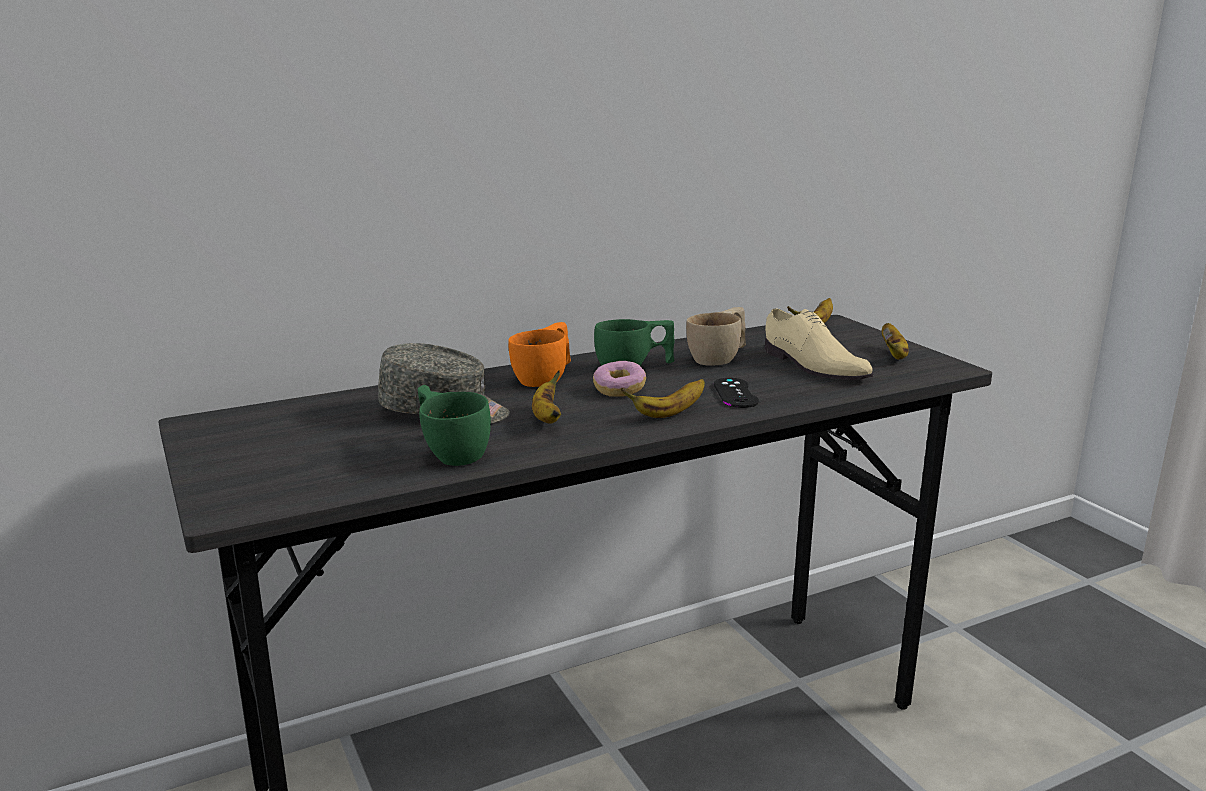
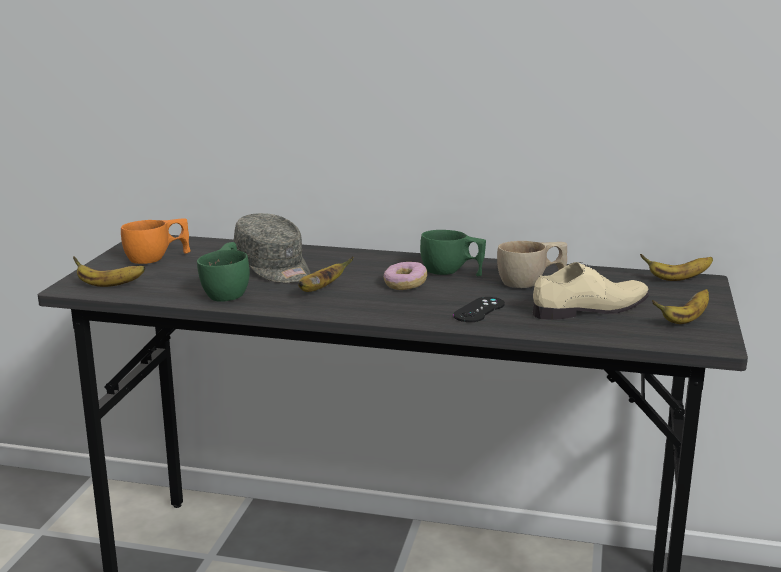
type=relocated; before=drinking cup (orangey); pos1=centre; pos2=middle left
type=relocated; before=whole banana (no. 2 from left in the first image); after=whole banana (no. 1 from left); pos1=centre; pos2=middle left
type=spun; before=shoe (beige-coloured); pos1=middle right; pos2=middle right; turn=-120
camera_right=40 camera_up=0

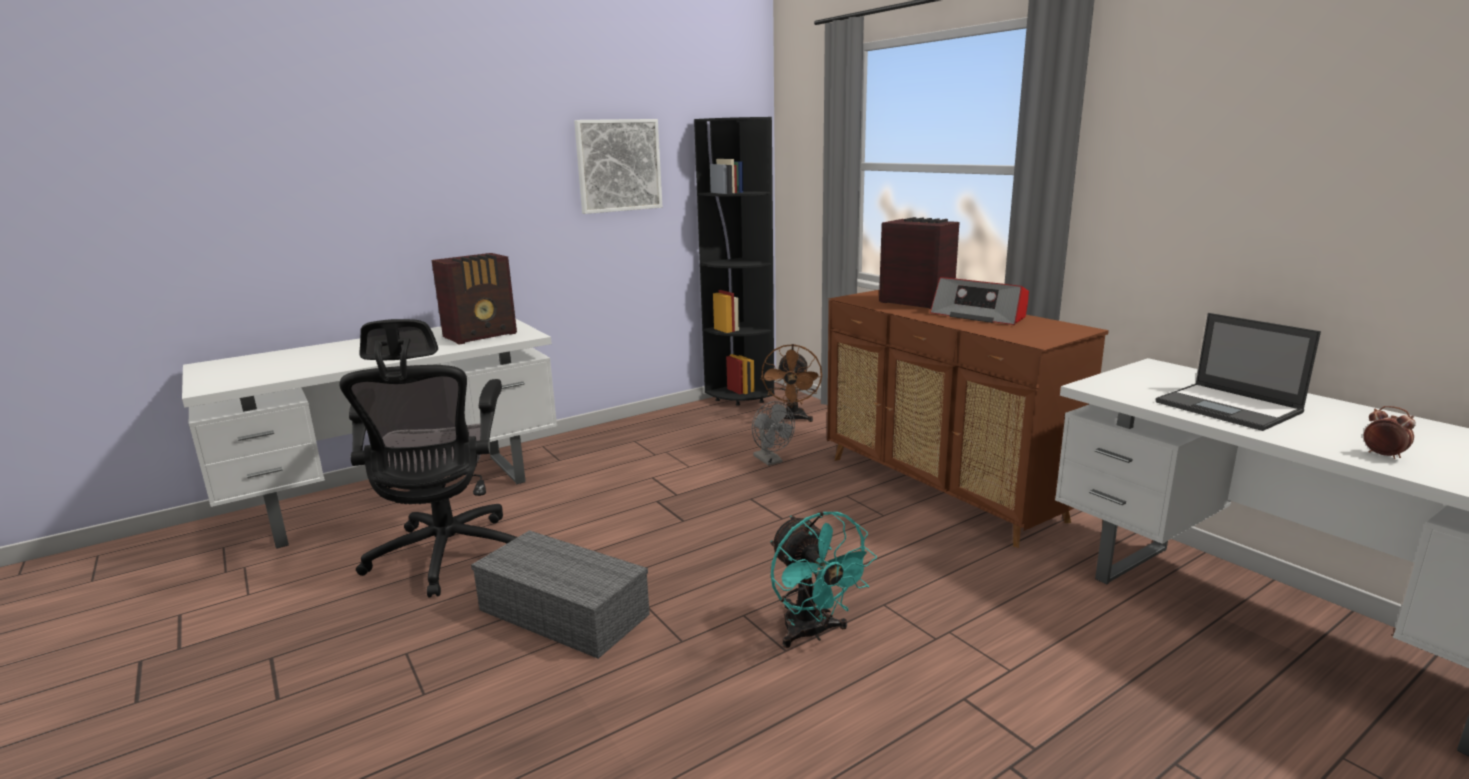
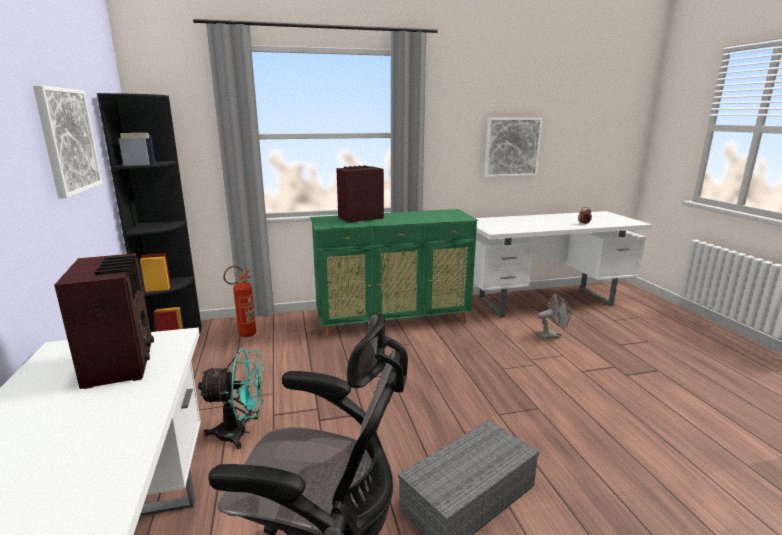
type=missing; before=radio receiver (no. 3 from left); pos1=centre
type=missing; before=notebook computer; pos1=middle right
type=appeared; after=wall art (no. 2 from left); pos2=top centre
type=relocated; before=fan (greyish); pos1=centre; pos2=middle right
type=relocated; before=fan (blue-green); pos1=bottom centre; pos2=bottom left
type=exchanged; before=fan (brown-coloured); after=fire extinguisher; pos1=centre; pos2=middle left
type=colour; before=cupboard (brown-coloured); after=cupboard (green-coloured); pos1=centre; pos2=centre
camera_right=-70 camera_up=0

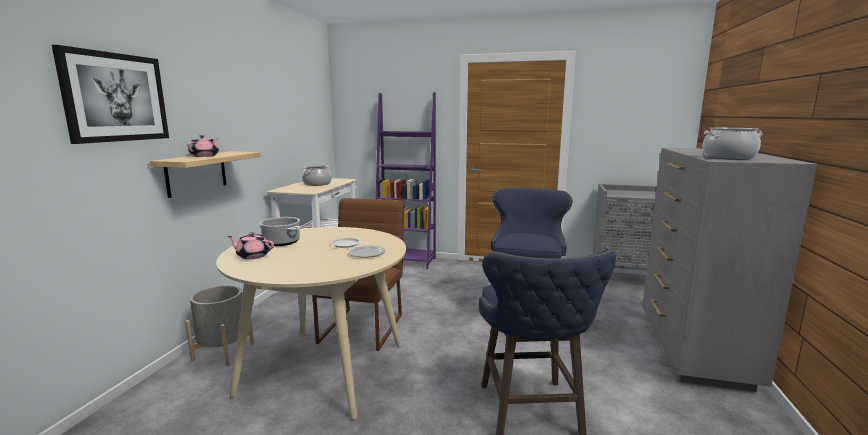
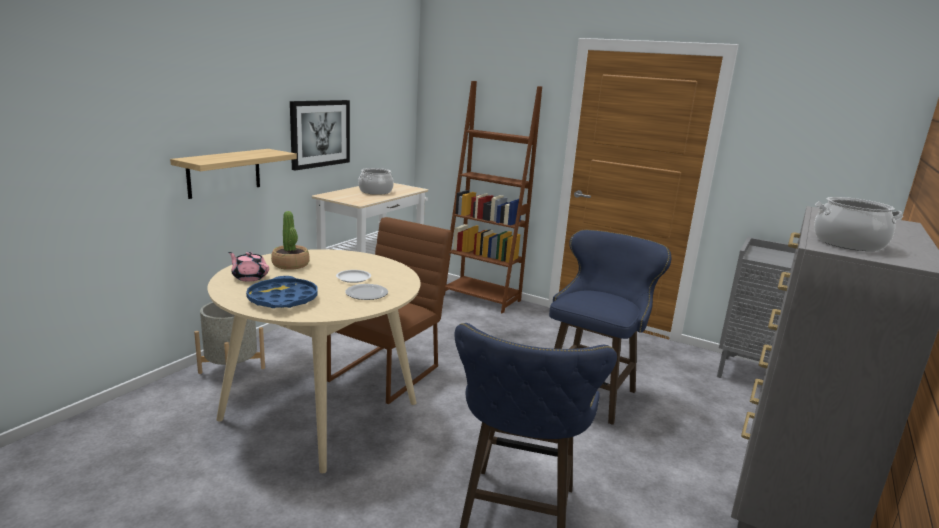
type=missing; before=teapot (pink) (no. 1 from left); pos1=middle left
type=appeared; after=carrying tray (bluish); pos2=middle left
type=relocated; before=wall art; pos1=top left; pos2=top centre
type=exchanged; before=stockpot (no. 1 from left); after=plant in a pot; pos1=middle left; pos2=middle left
type=colour; before=shelving unit (purplish); after=shelving unit (brown-coloured); pos1=centre; pos2=centre
camera_right=15 camera_up=5

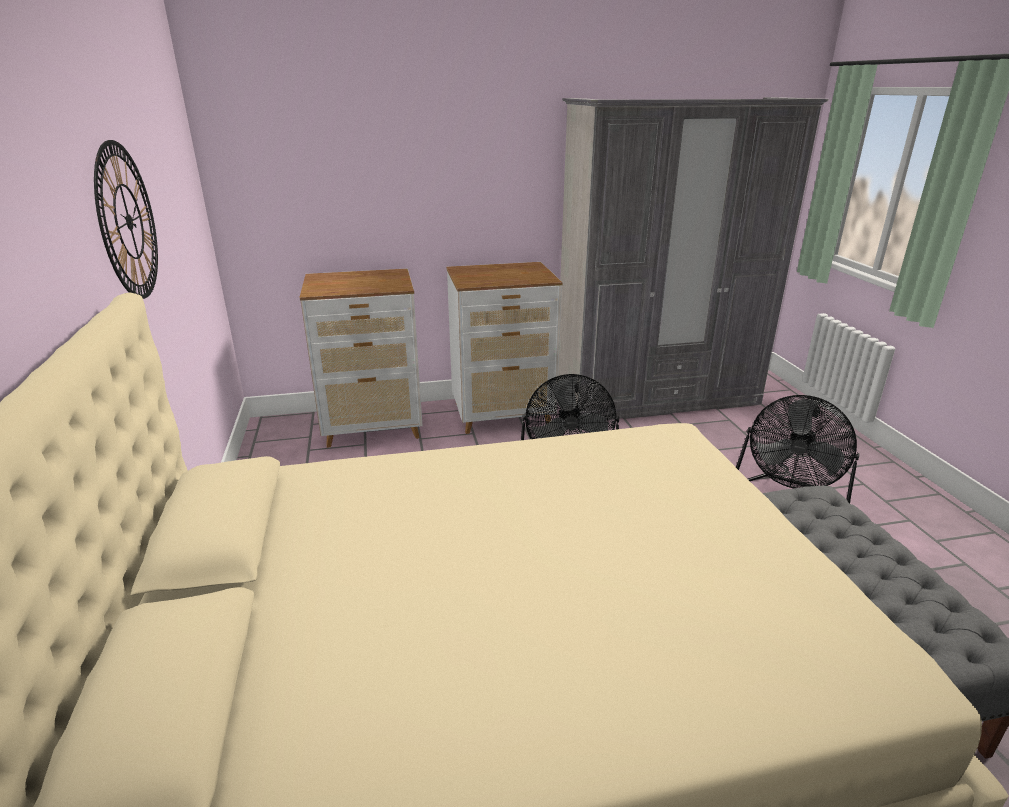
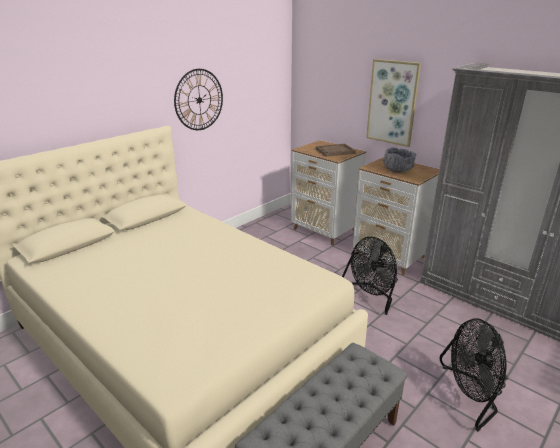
type=appeared; after=carrying tray (brown-coloured); pos2=centre
type=appeared; after=wall art; pos2=top right
type=appeared; after=deep dish (greyish); pos2=middle right
camera_right=55 camera_up=0

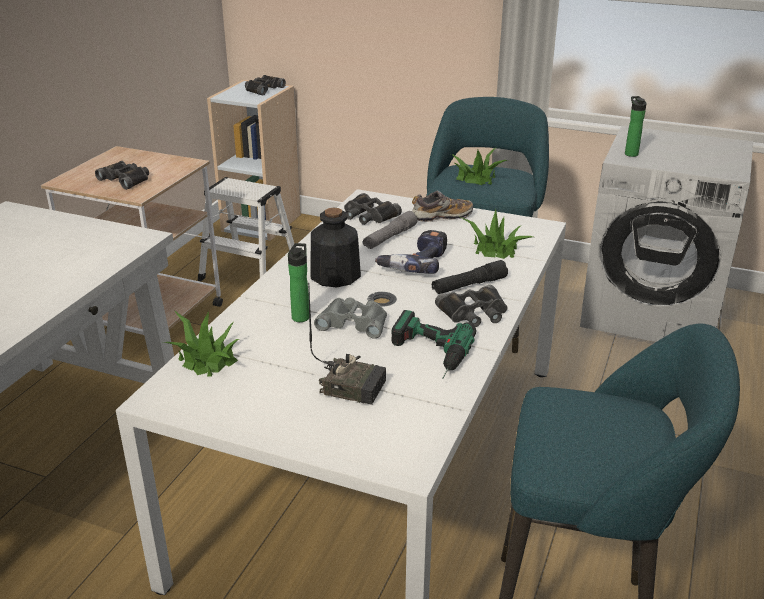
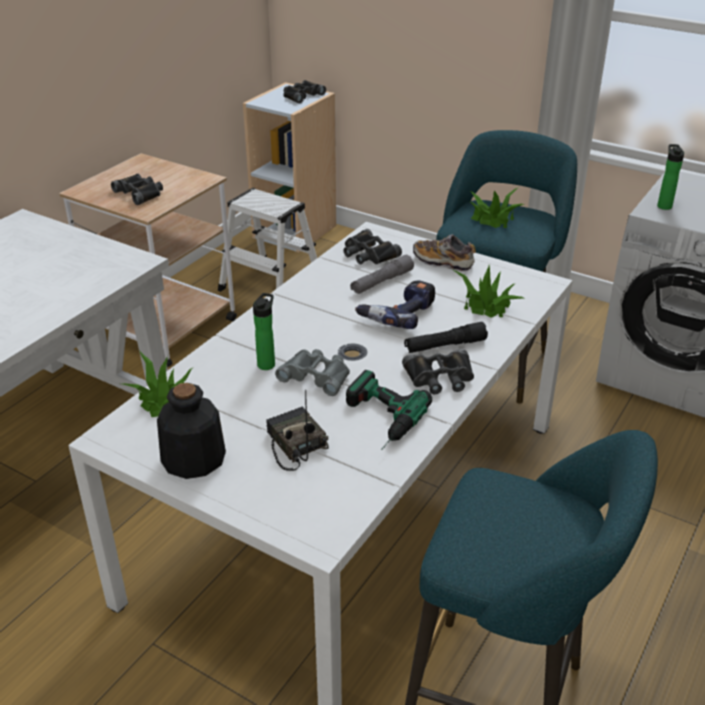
type=relocated; before=bottle (no. 2 from left in the first image); after=bottle (no. 1 from left); pos1=centre; pos2=middle left
type=spun; before=radio receiver; pos1=centre; pos2=centre; turn=-150
type=spun; before=shoe; pos1=centre; pos2=centre; turn=-150
camera_right=10 camera_up=5

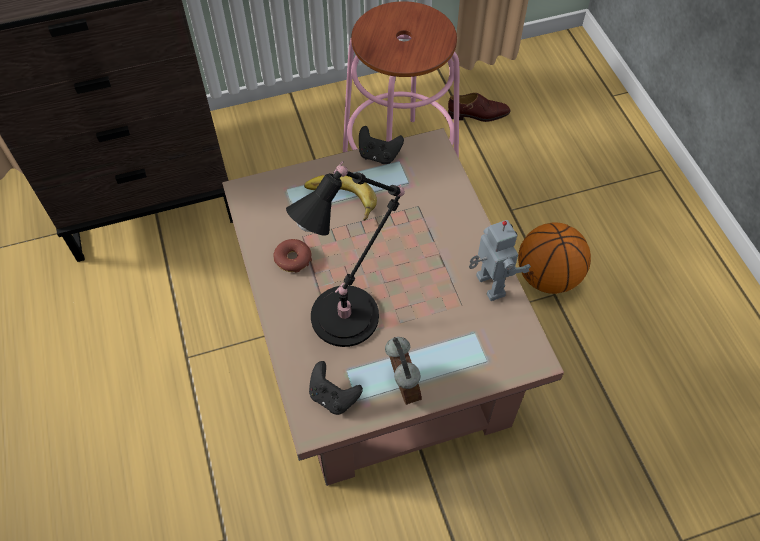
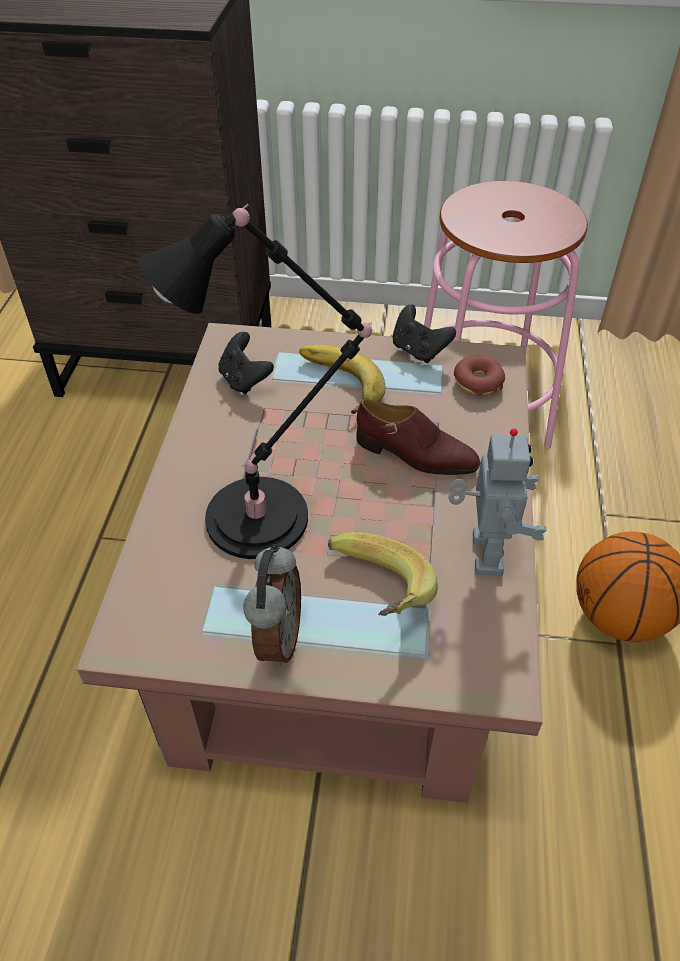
type=appeared; after=whole banana (no. 2 from left); pos2=centre
type=relocated; before=donut; pos1=centre; pos2=middle right
type=relocated; before=gamepad (blackish) (no. 1 from left); pos1=bottom centre; pos2=centre
type=relocated; before=shoe (brown-coloured); pos1=top centre; pos2=centre
camera_right=25 camera_up=-10

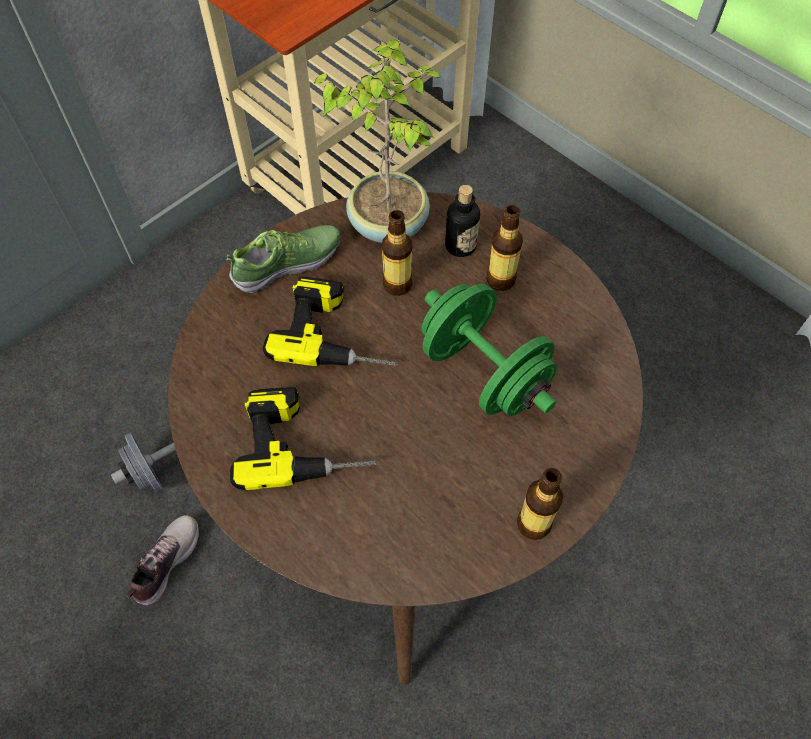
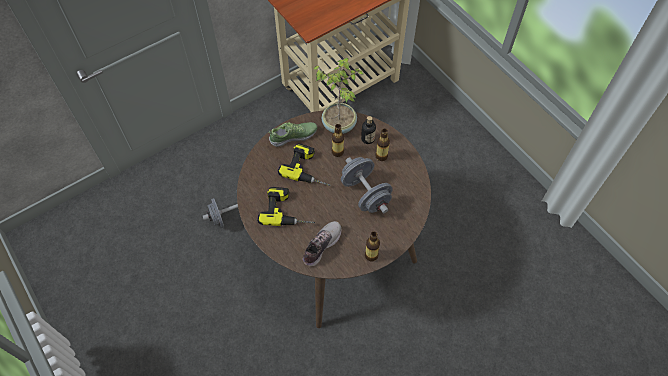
type=relocated; before=shoe (no. 1 from left in the first image); after=shoe (no. 2 from left); pos1=bottom left; pos2=centre
type=colour; before=free weight (green-coloured); after=free weight (greyish) (no. 2 from left); pos1=centre; pos2=centre
camera_right=10 camera_up=0

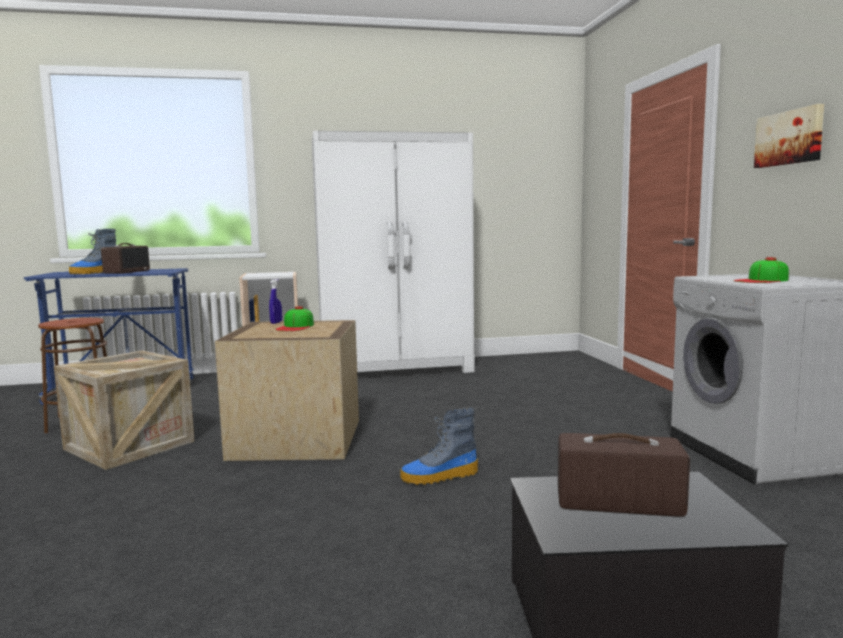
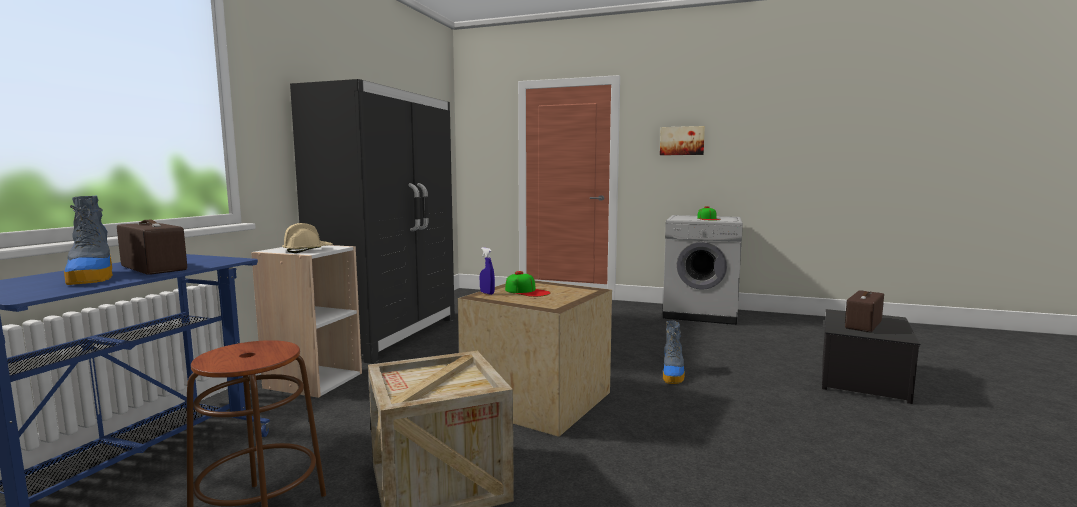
type=appeared; after=hard hat (beige-coloured); pos2=middle left
type=colour; before=cupboard (white-coloured); after=cupboard (blackish); pos1=centre; pos2=centre
camera_right=-60 camera_up=0

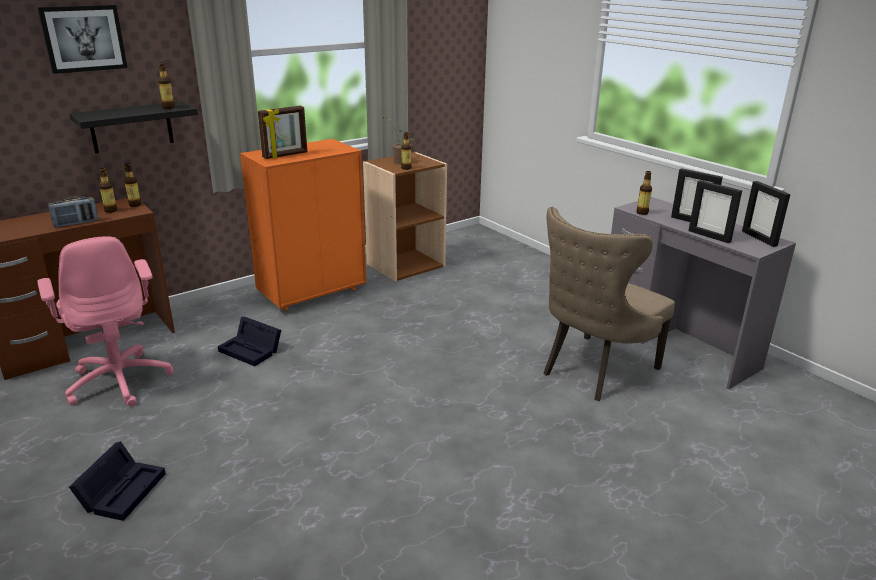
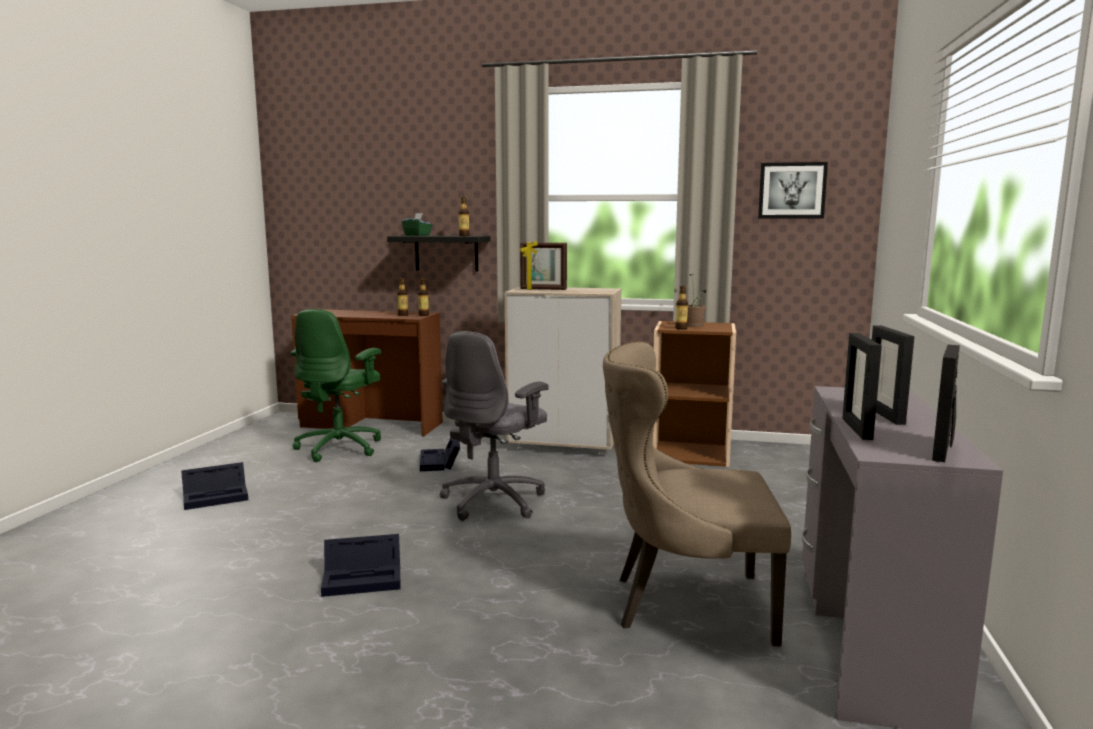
type=missing; before=radio receiver; pos1=middle left
type=missing; before=bottle (no. 5 from left); pos1=top right
type=appeared; after=storage box (blackish) (no. 2 from left); pos2=bottom left
type=appeared; after=tissue box (green-coloured); pos2=top centre
type=appeared; after=computer chair (greyish); pos2=centre
type=relocated; before=wall art; pos1=top left; pos2=top right
type=colour; before=computer chair (pink); after=computer chair (green-coloured); pos1=middle left; pos2=middle left
type=colour; before=cupboard (orangey); after=cupboard (beige-coloured); pos1=centre; pos2=centre
camera_right=50 camera_up=-15

